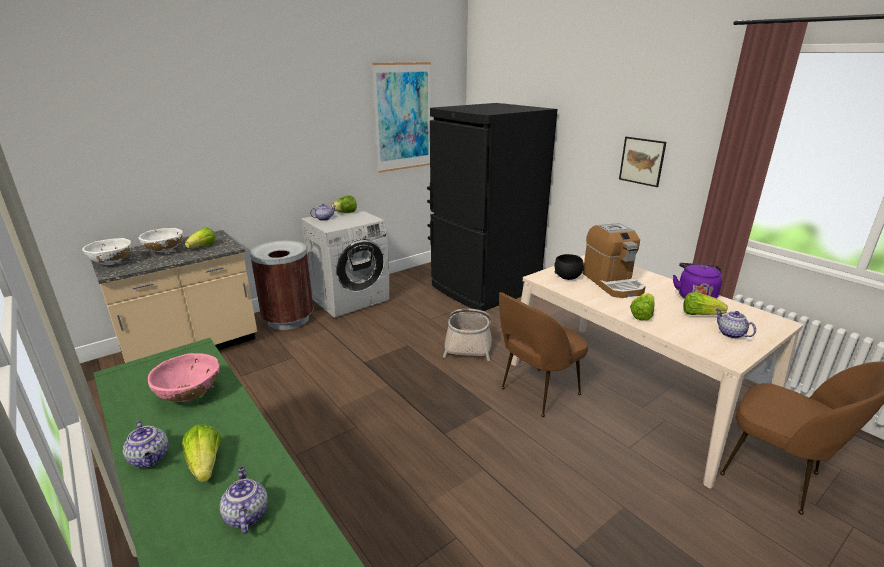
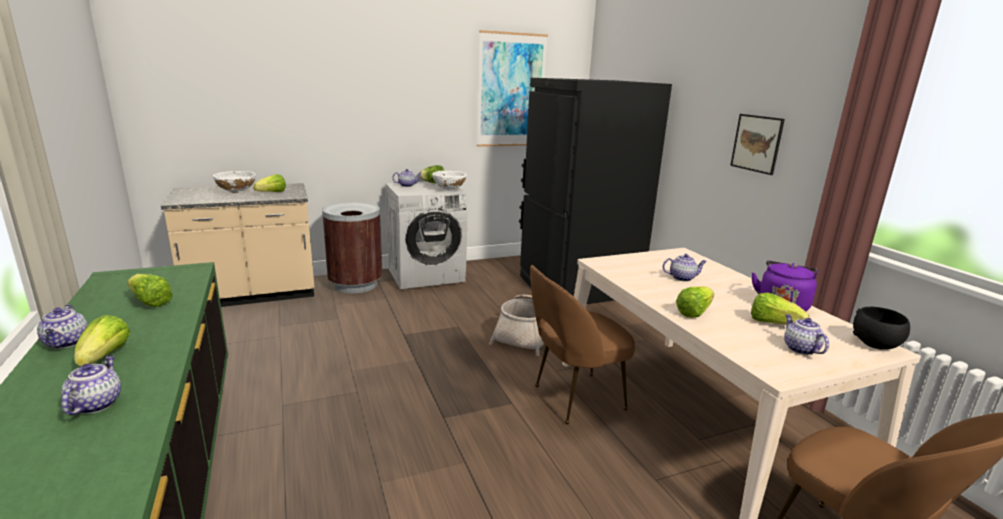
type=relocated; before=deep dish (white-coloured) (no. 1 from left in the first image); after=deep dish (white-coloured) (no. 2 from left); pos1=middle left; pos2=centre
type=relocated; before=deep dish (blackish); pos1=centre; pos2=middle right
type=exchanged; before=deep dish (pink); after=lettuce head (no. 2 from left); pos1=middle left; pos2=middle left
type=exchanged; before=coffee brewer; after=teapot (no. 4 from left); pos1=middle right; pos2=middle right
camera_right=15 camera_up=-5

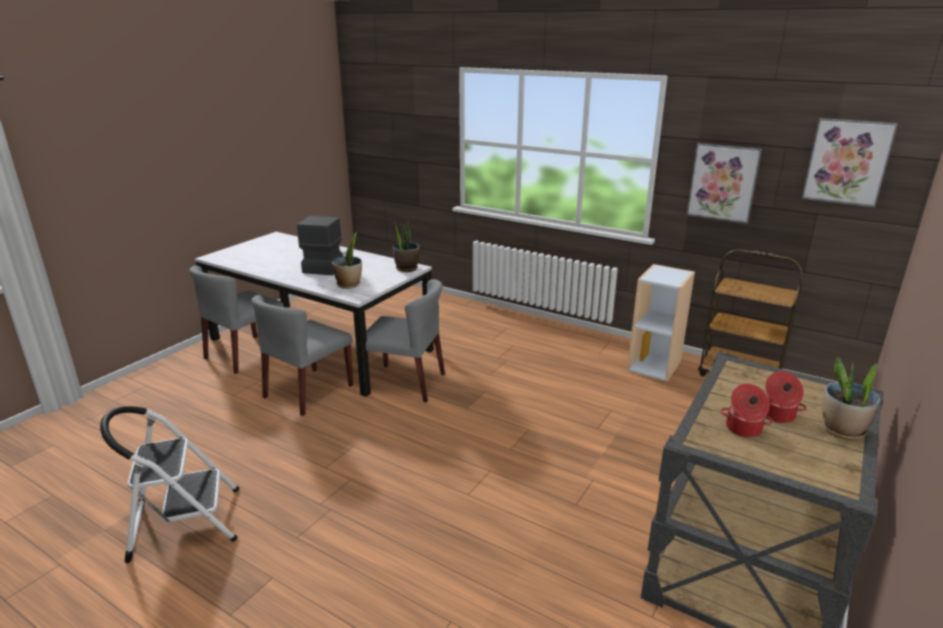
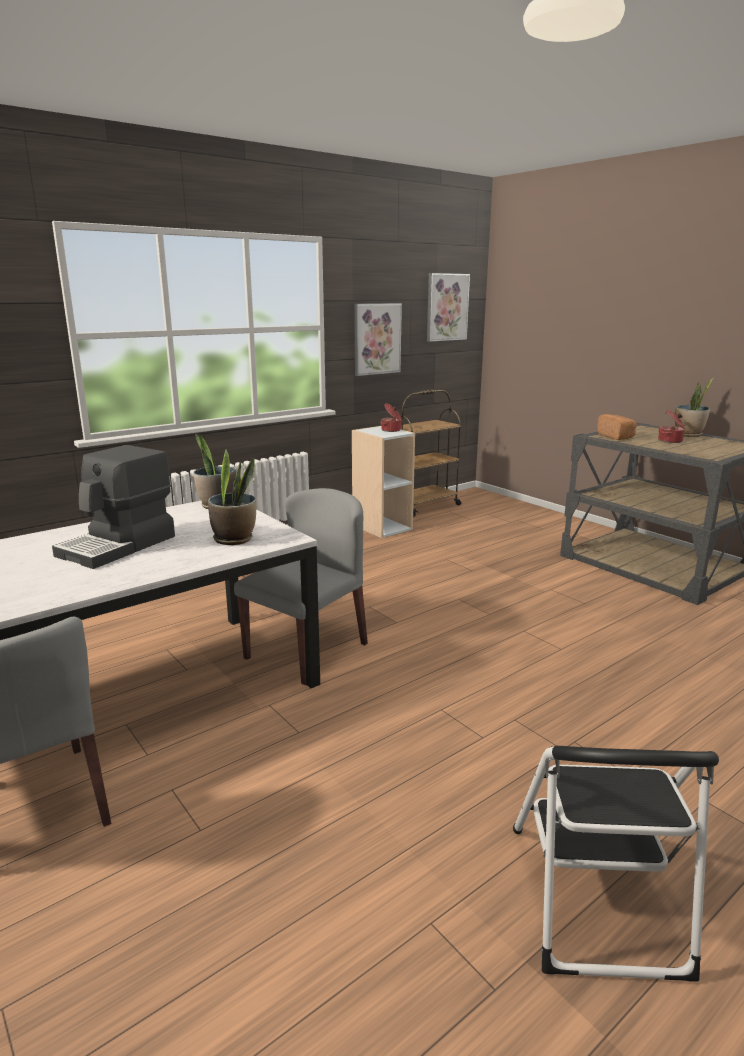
type=missing; before=plain chair (greyish) (no. 2 from left); pos1=middle left
type=appeared; after=bread; pos2=middle right
type=relocated; before=stockpot (no. 1 from left); pos1=middle right; pos2=centre
type=spun; before=coffee brewer; pos1=centre; pos2=middle left; turn=-90
camera_right=-70 camera_up=-5

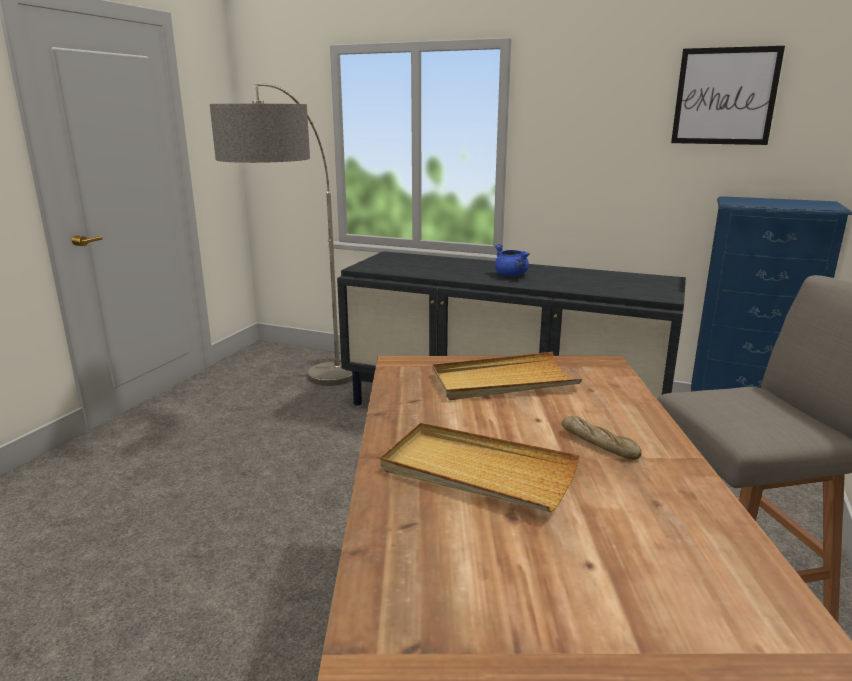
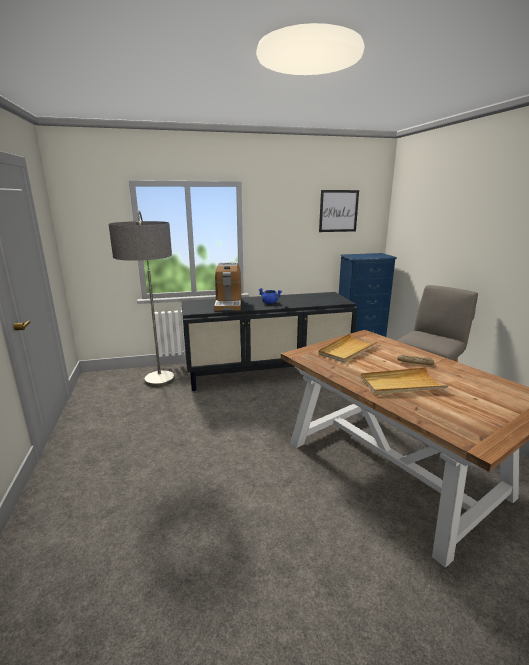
type=appeared; after=coffee brewer; pos2=centre
camera_right=-35 camera_up=0

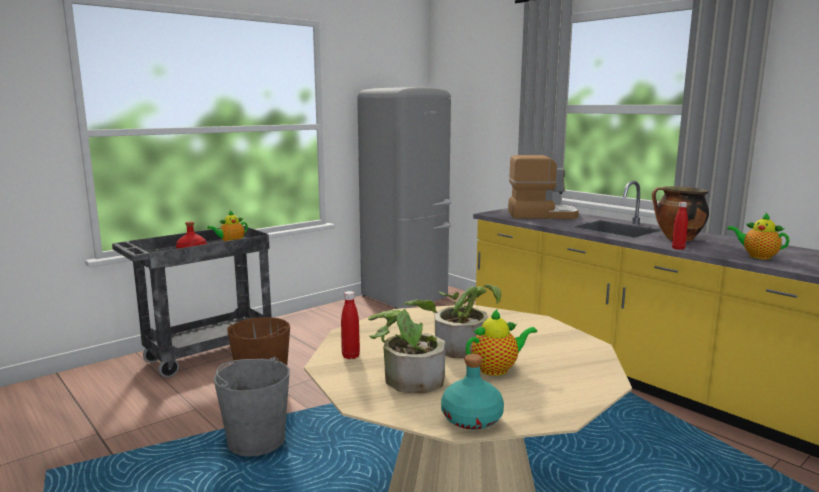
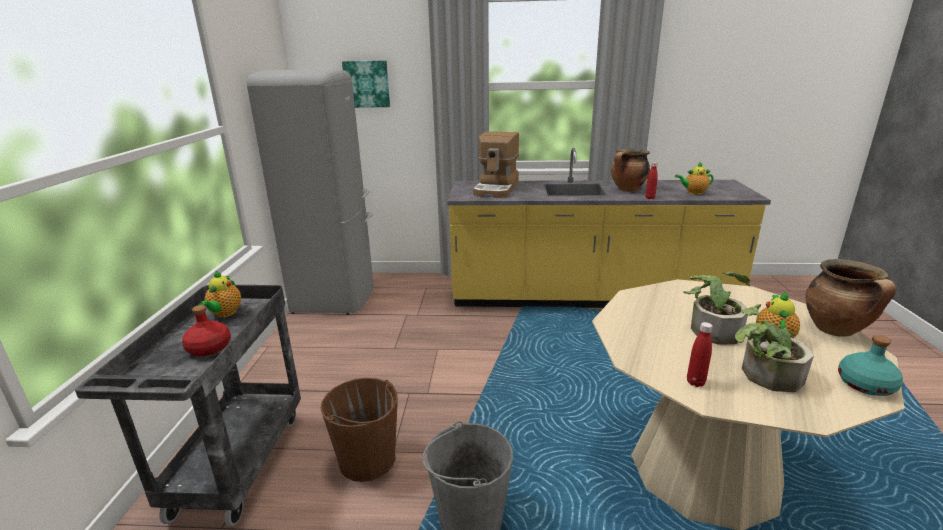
type=appeared; after=wall art; pos2=top centre
type=appeared; after=stockpot (no. 2 from left); pos2=middle right
type=spun; before=coffee brewer; pos1=centre; pos2=top centre; turn=150
camera_right=-45 camera_up=10

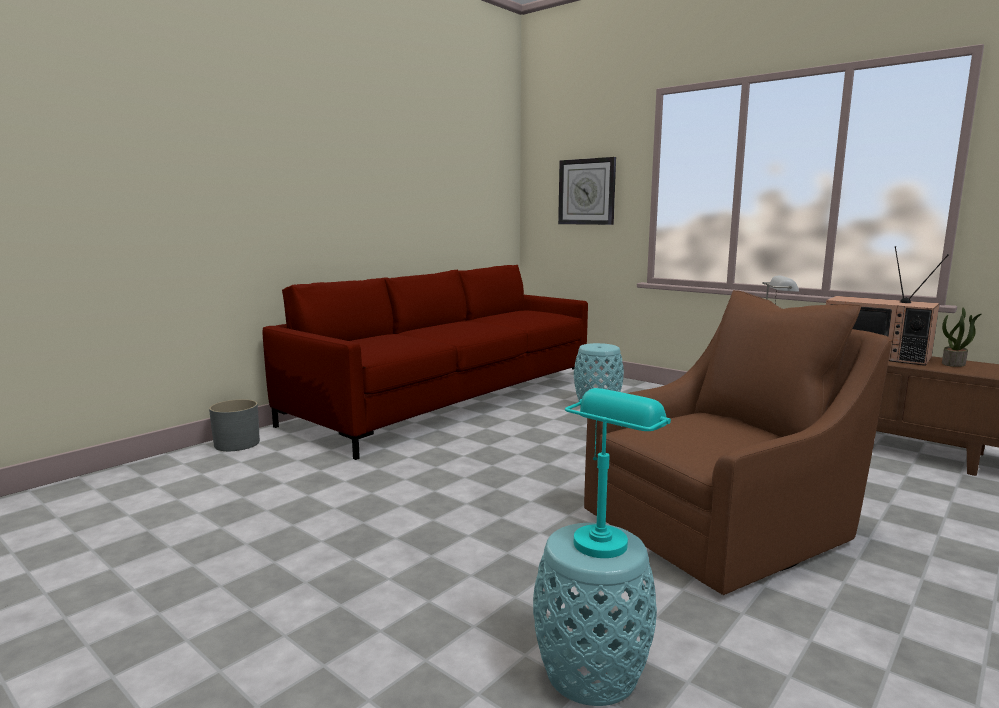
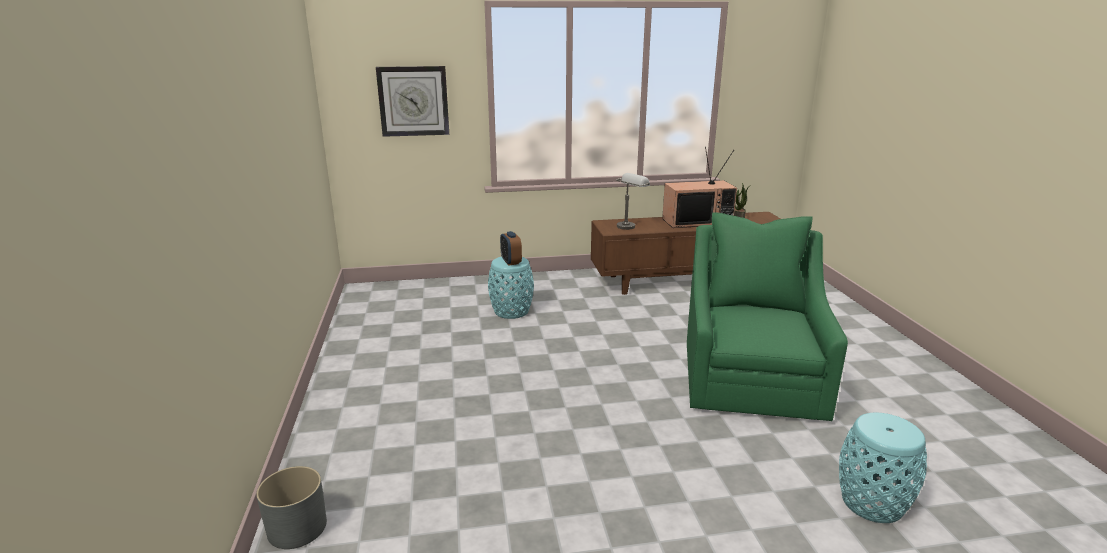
type=missing; before=couch (red-coloured); pos1=centre
type=missing; before=table lamp (blue-green); pos1=bottom centre
type=appeared; after=alarm clock; pos2=centre
type=colour; before=easy chair (brown-coloured); after=easy chair (green-coloured); pos1=middle right; pos2=middle right
camera_right=-50 camera_up=10

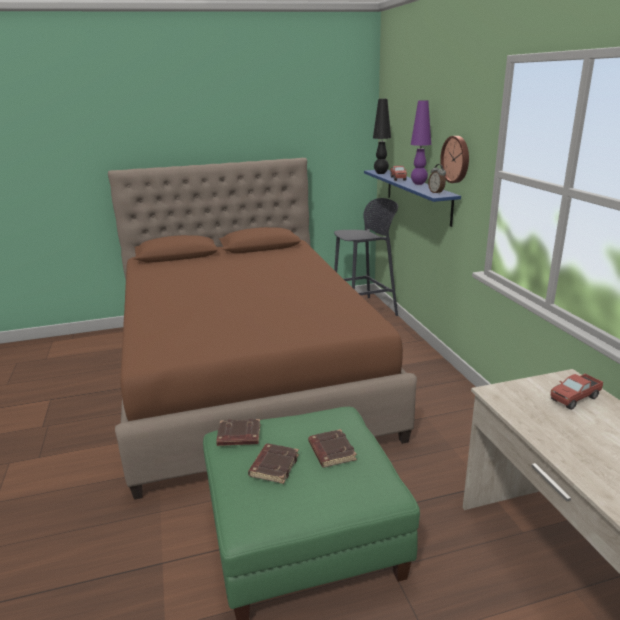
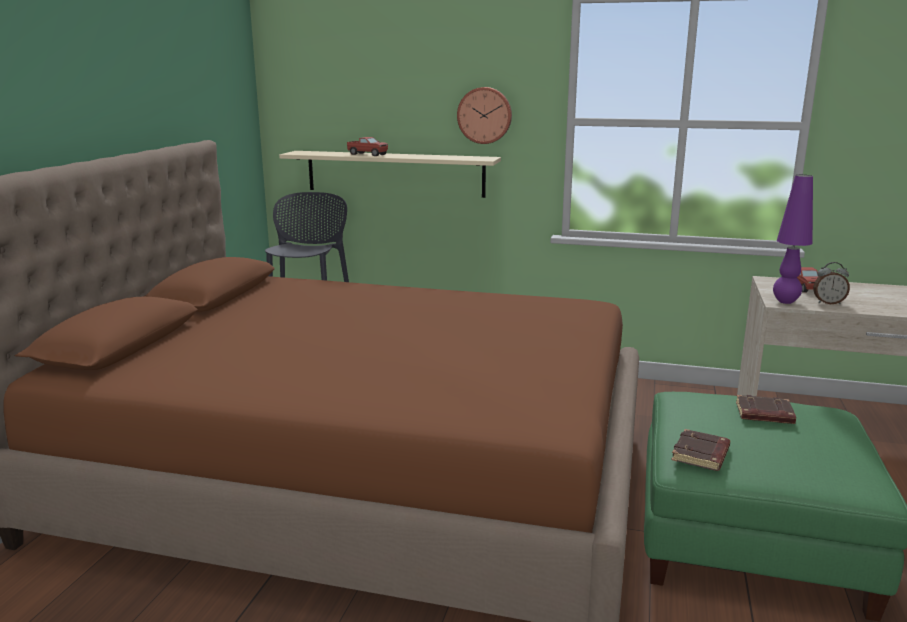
type=missing; before=book (brown-coloured) (no. 2 from left); pos1=bottom centre
type=missing; before=table lamp (blackish); pos1=top centre
type=relocated; before=table lamp (purplish); pos1=top right; pos2=middle right
type=relocated; before=alarm clock; pos1=top right; pos2=middle right
type=colour; before=bracket shelf (bluish); after=bracket shelf (beige-coloured); pos1=top centre; pos2=top centre
camera_right=-60 camera_up=-5

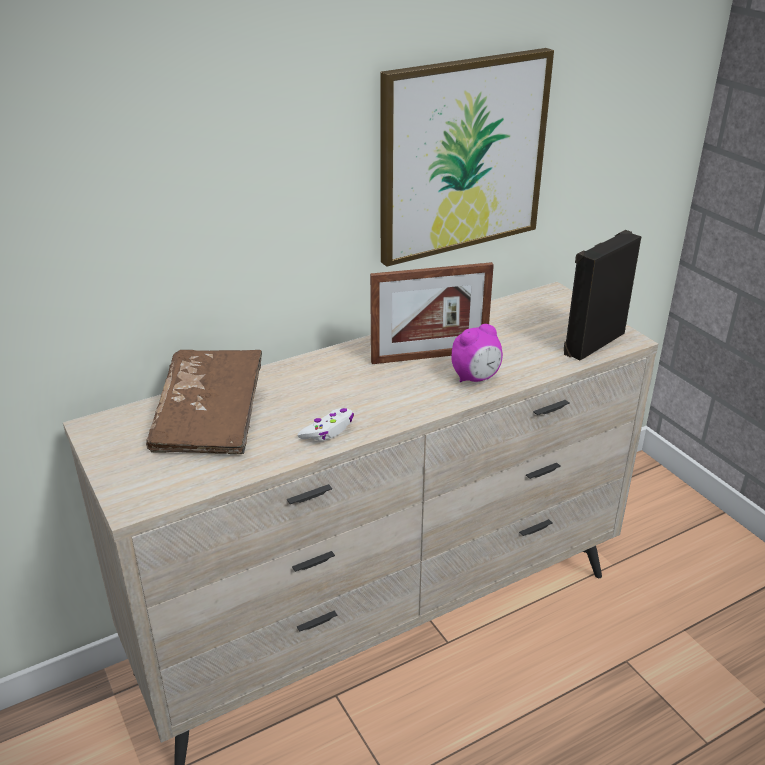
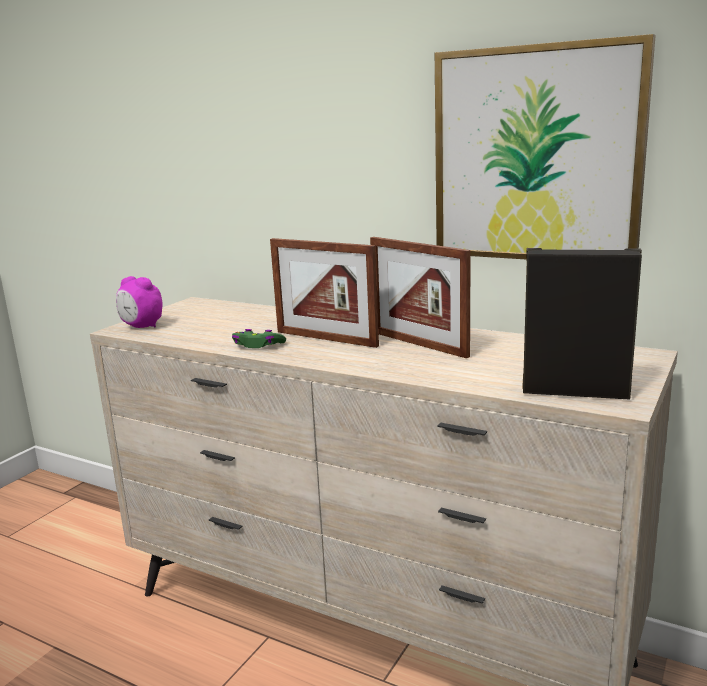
type=missing; before=book (brown-coloured); pos1=middle left
type=appeared; after=picture frame (no. 1 from left); pos2=centre
type=relocated; before=alarm clock; pos1=centre; pos2=middle left
type=colour; before=gamepad (white-coloured); after=gamepad (green-coloured); pos1=centre; pos2=centre
camera_right=60 camera_up=-15

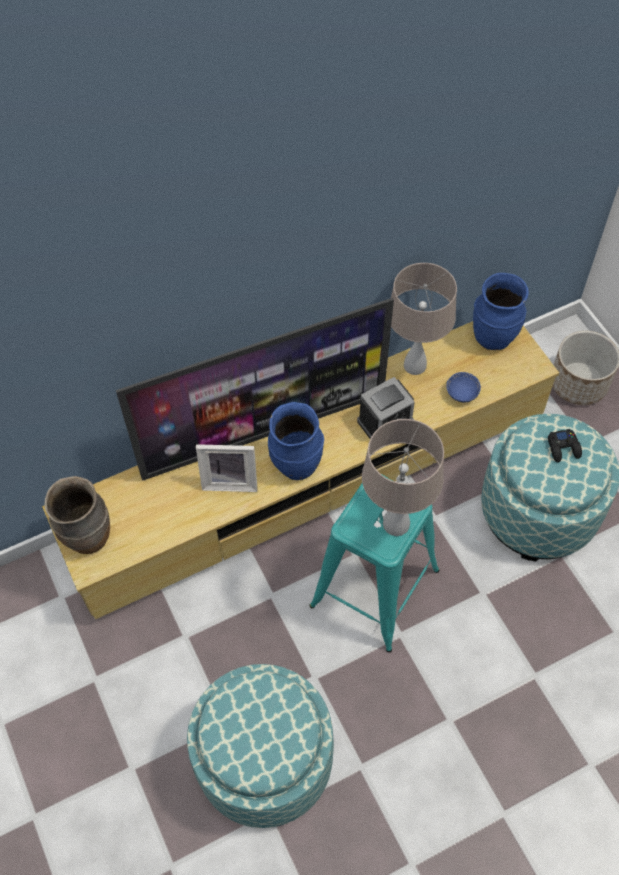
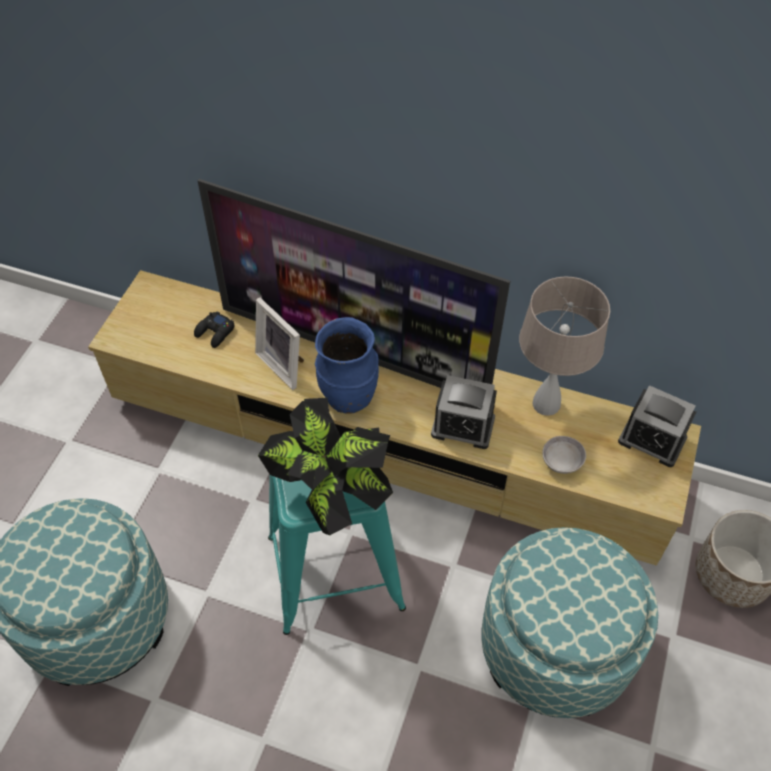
type=missing; before=flower vase (brown-coloured); pos1=middle left
type=relocated; before=gamepad (blackish); pos1=middle right; pos2=middle left
type=exchanged; before=table lamp (beige-coloured) (no. 1 from left); after=plant in a pot; pos1=centre; pos2=centre
type=exchanged; before=flower vase (bluish) (no. 2 from left); after=alarm clock (no. 2 from left); pos1=middle right; pos2=middle right
type=colour; before=deep dish (bluish); after=deep dish (greyish); pos1=middle right; pos2=middle right
camera_right=45 camera_up=-5

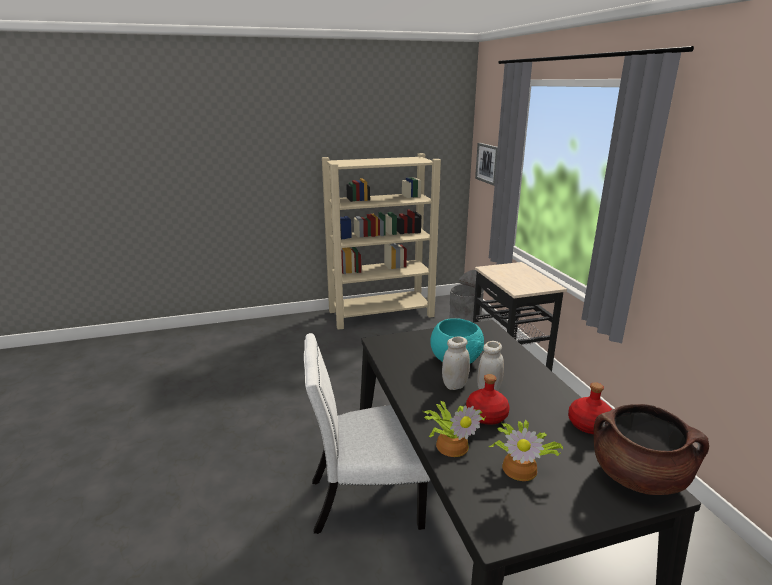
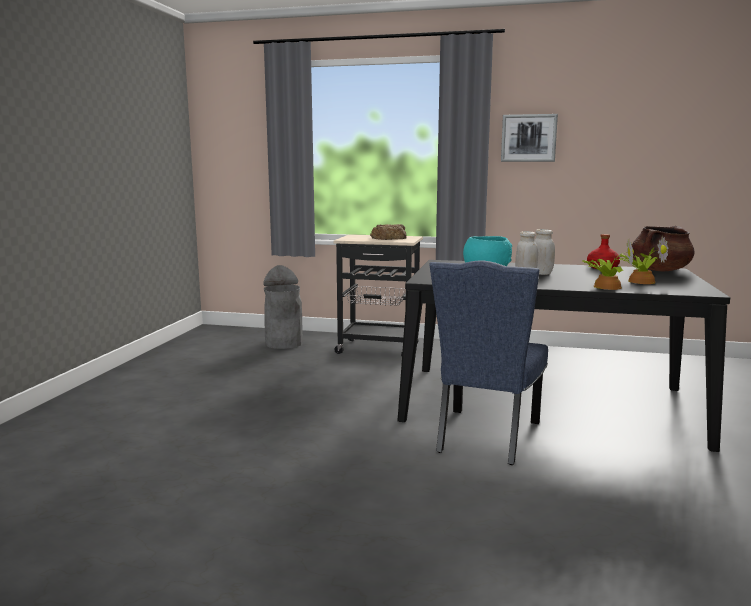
type=missing; before=shelving unit (beige-coloured); pos1=centre
type=missing; before=bottle (red-coloured) (no. 1 from left); pos1=bottom centre
type=appeared; after=bread; pos2=centre
type=relocated; before=wall art; pos1=top centre; pos2=top right
type=colour; before=plain chair (white-coloured); after=plain chair (bluish); pos1=bottom centre; pos2=centre
camera_right=-60 camera_up=-10

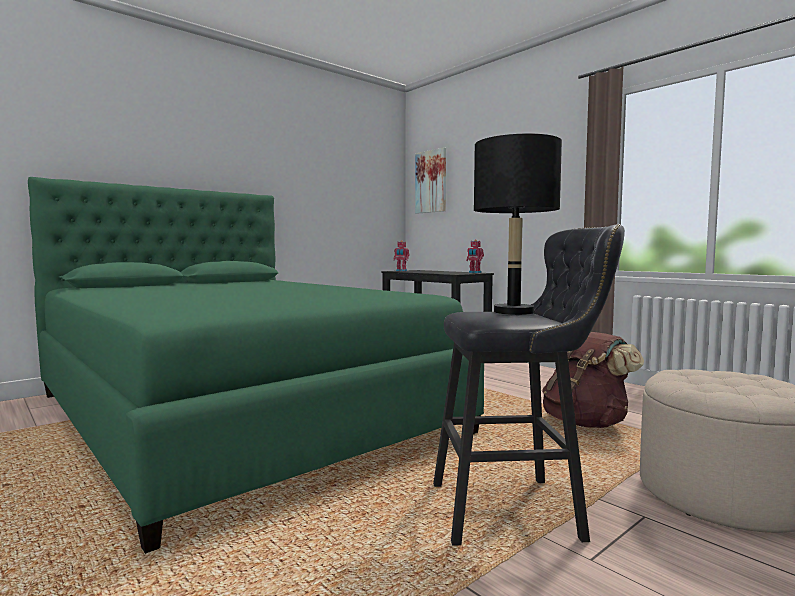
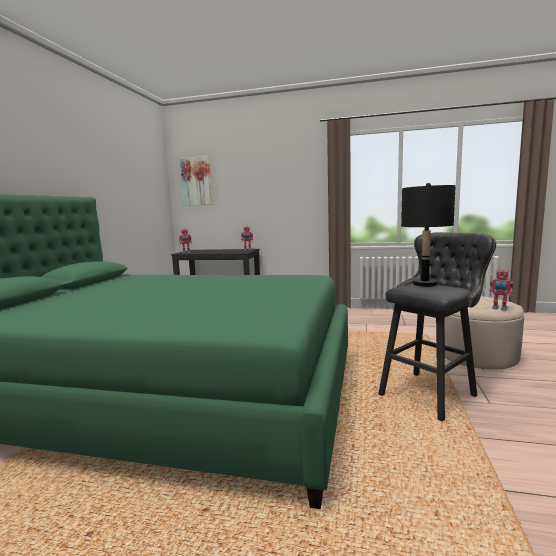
type=missing; before=backpack (brown-coloured); pos1=middle right
type=appeared; after=robot figure (no. 3 from left); pos2=middle right
camera_right=-35 camera_up=5

